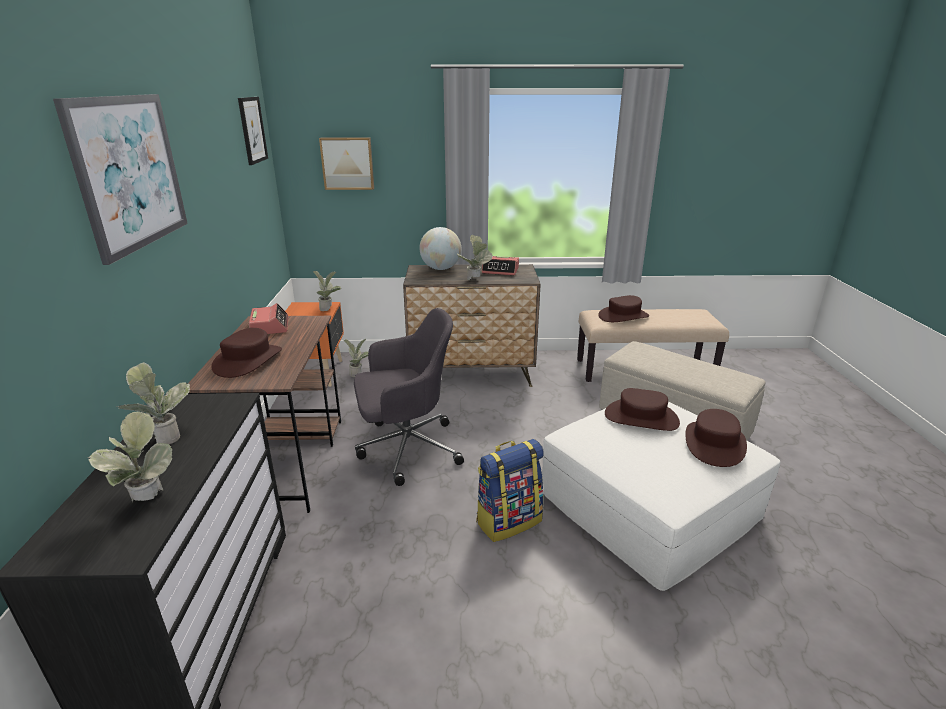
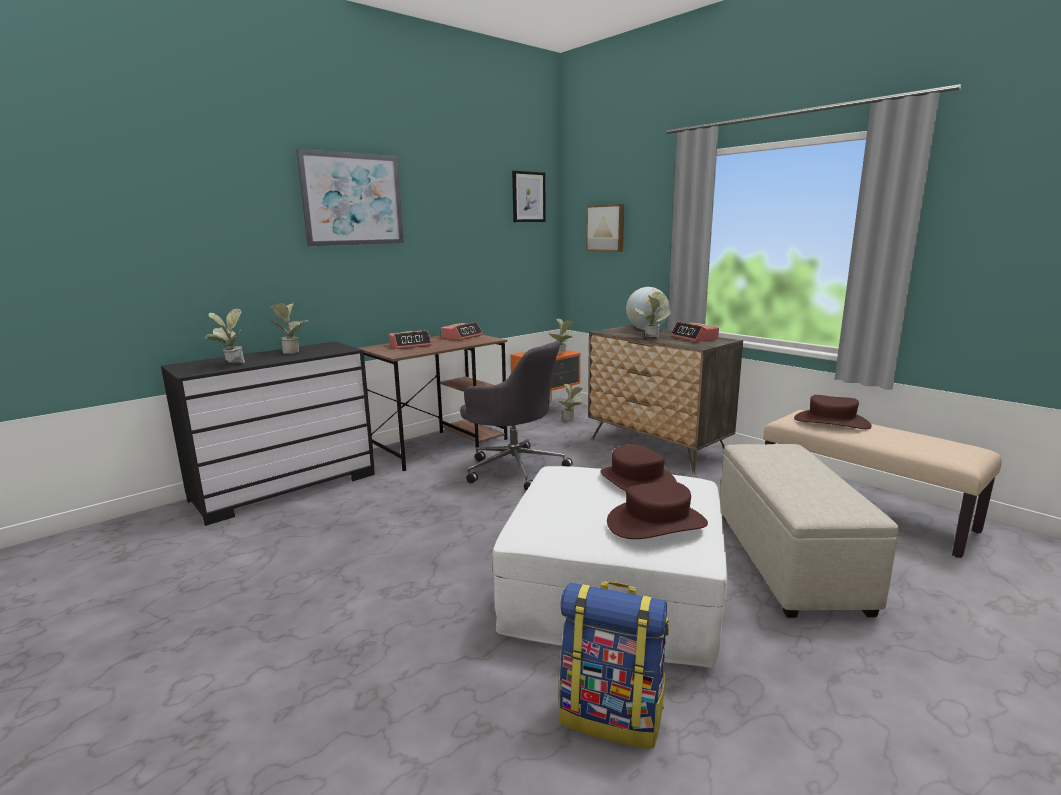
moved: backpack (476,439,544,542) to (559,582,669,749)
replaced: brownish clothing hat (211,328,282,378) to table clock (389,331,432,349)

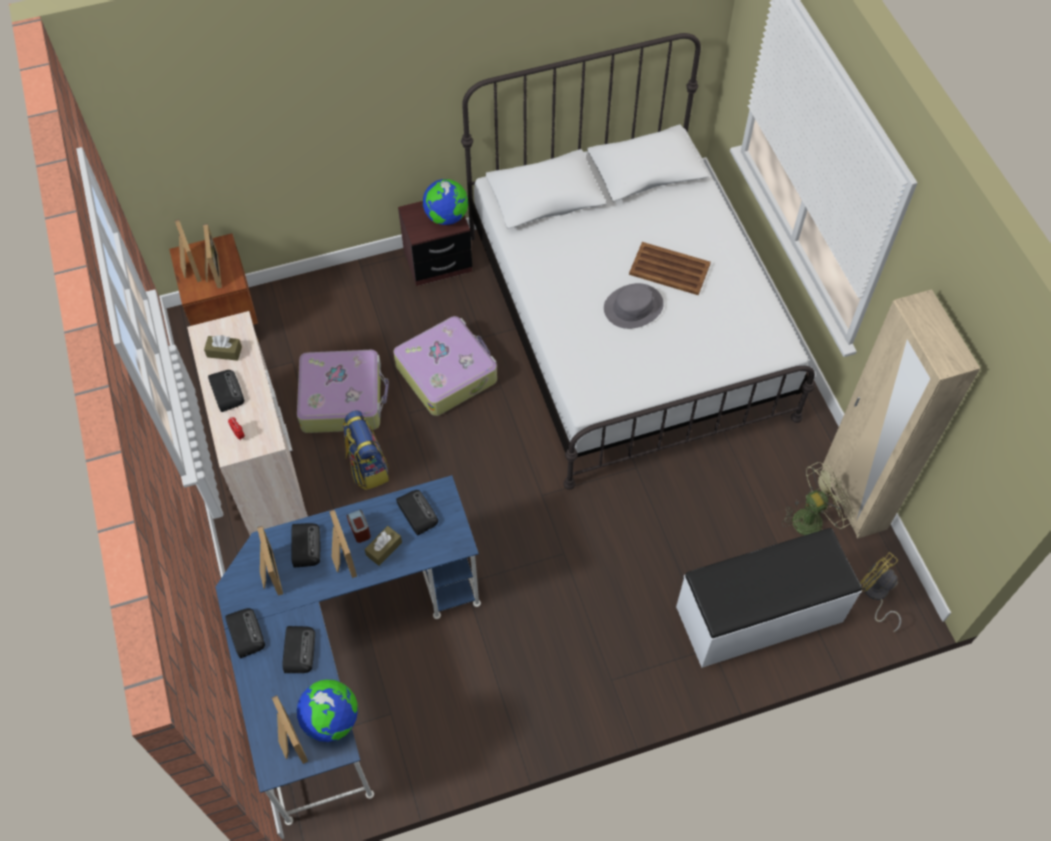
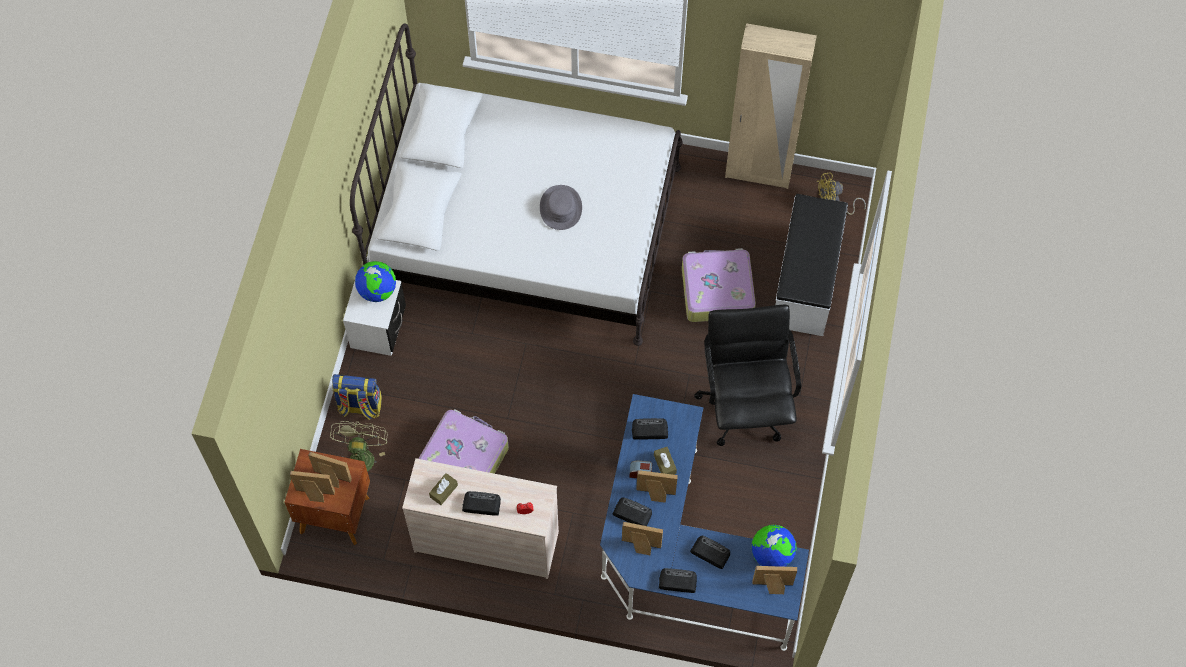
removed: brownish tray (629,242,711,295)
added: blackish computer chair (694,305,801,446)
moved: travel case (393,316,497,416) to (682,248,756,322); backpack (343,410,389,490) to (332,374,382,420); greenish electric fan (782,462,855,535) to (330,421,388,471)
recoloured: brownish bedside table (398,201,472,286) to white bedside table (343,280,406,356)

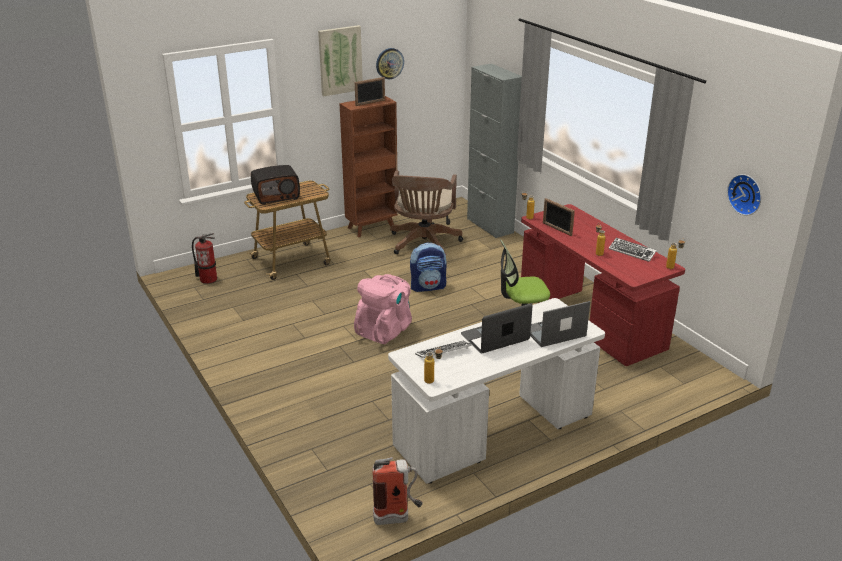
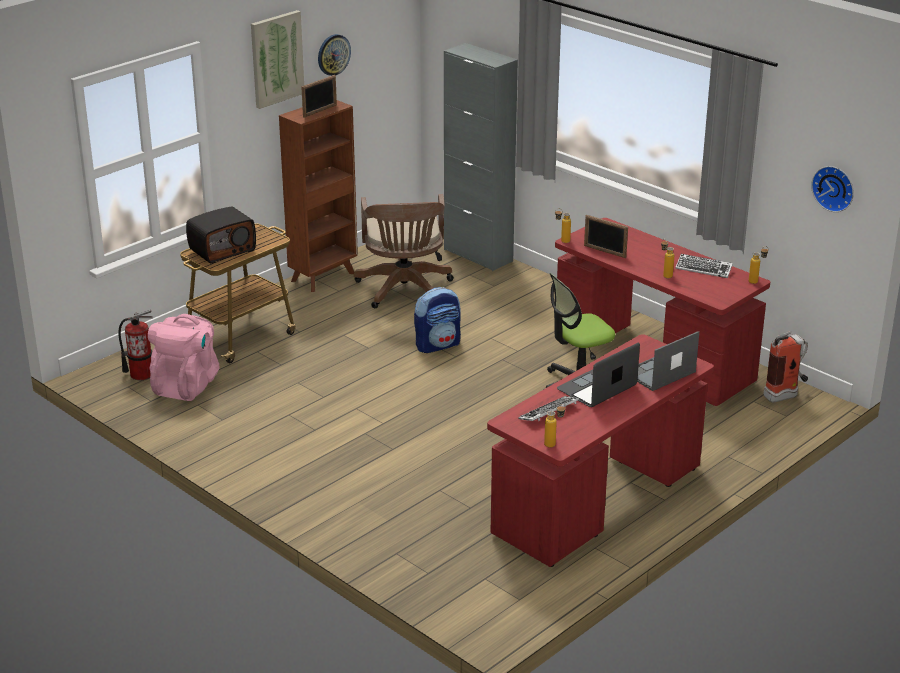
moved: pink backpack (354,274,412,344) to (148,314,220,401); extinguisher (372,457,423,525) to (763,331,808,403)
recoloured: white desk (388,298,605,484) to red-coloured desk (487,334,714,567)

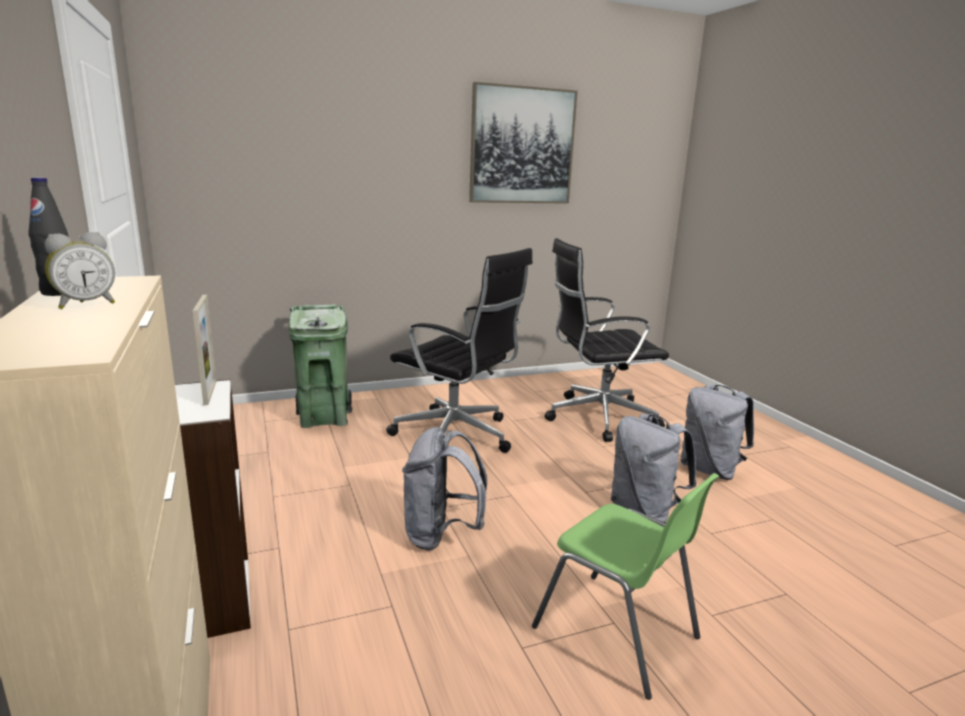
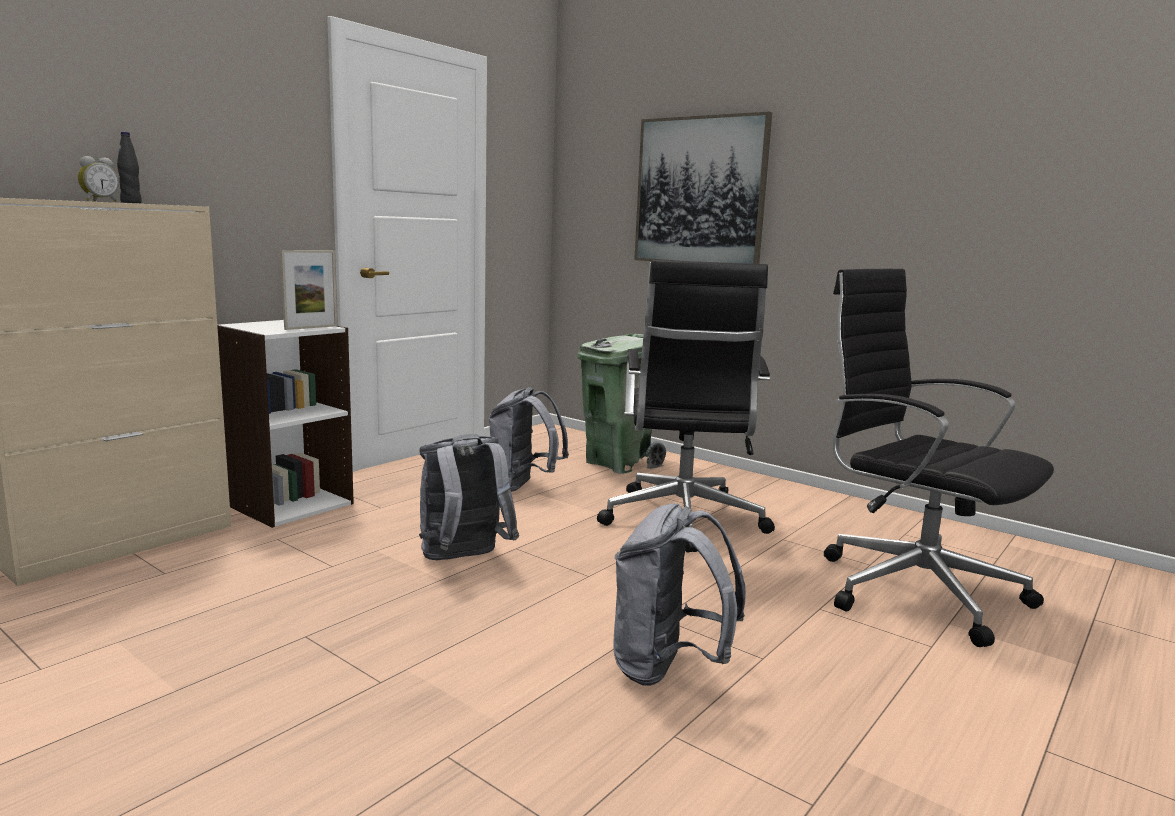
removed: greenish chair (532,473,719,700)
moved: picture (469,82,578,204) to (634,112,772,264); grey backpack (680,385,754,480) to (488,387,569,492)
turned: table clock (44,232,115,309) = (78,156,119,202) 75 degrees counterclockwise

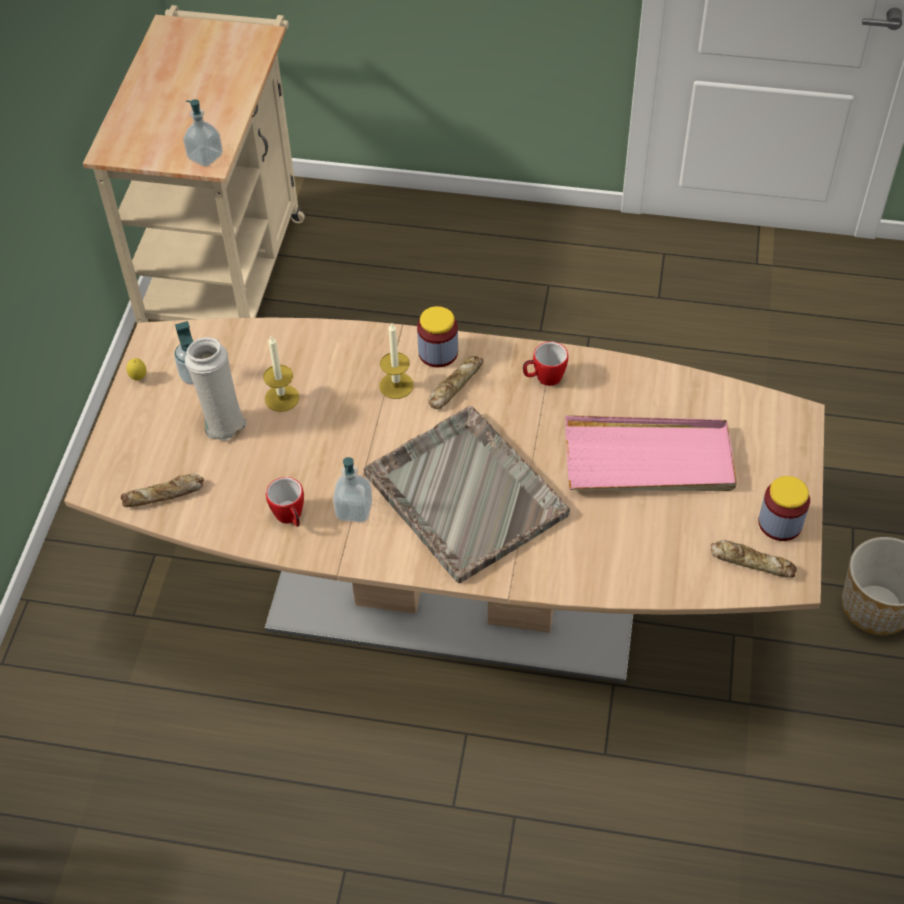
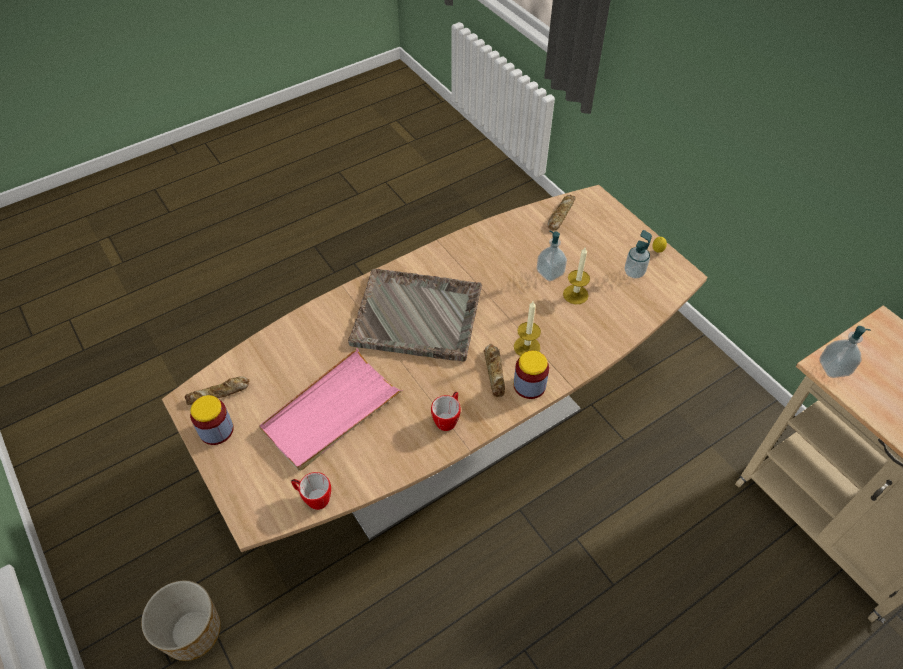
removed: white decorative vase (185,337,246,441)
moved: liquid soap bottle (333,457,373,523) to (537,231,567,281); coffee mug (266,477,304,527) to (291,472,331,510)

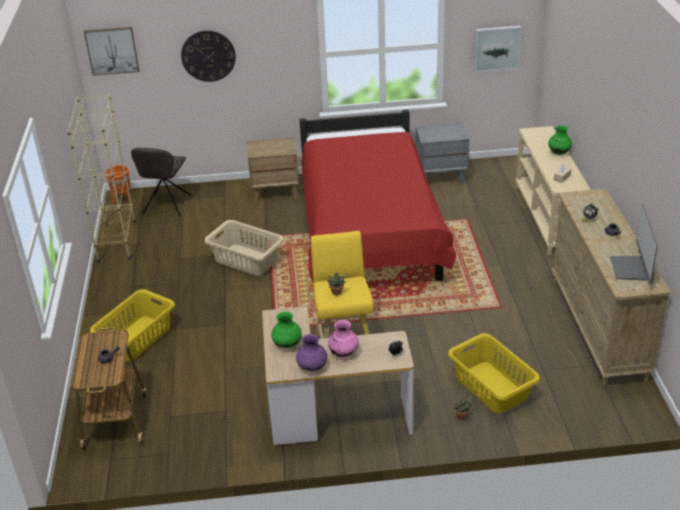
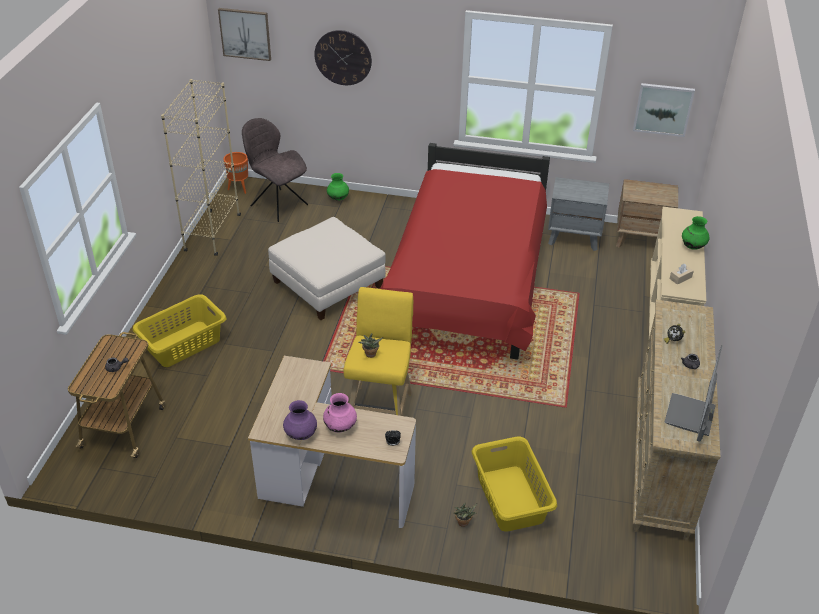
moved: brownish bedside table (247,137,299,202) to (616,179,678,248); greenish decorative vase (271,312,302,348) to (327,173,349,201)
replaced: beige-coloured washing basket (205,220,284,276) to white pouffe (268,217,386,320)
turned: grey chair (131,148,191,216) = (242,118,308,222) 105 degrees clockwise

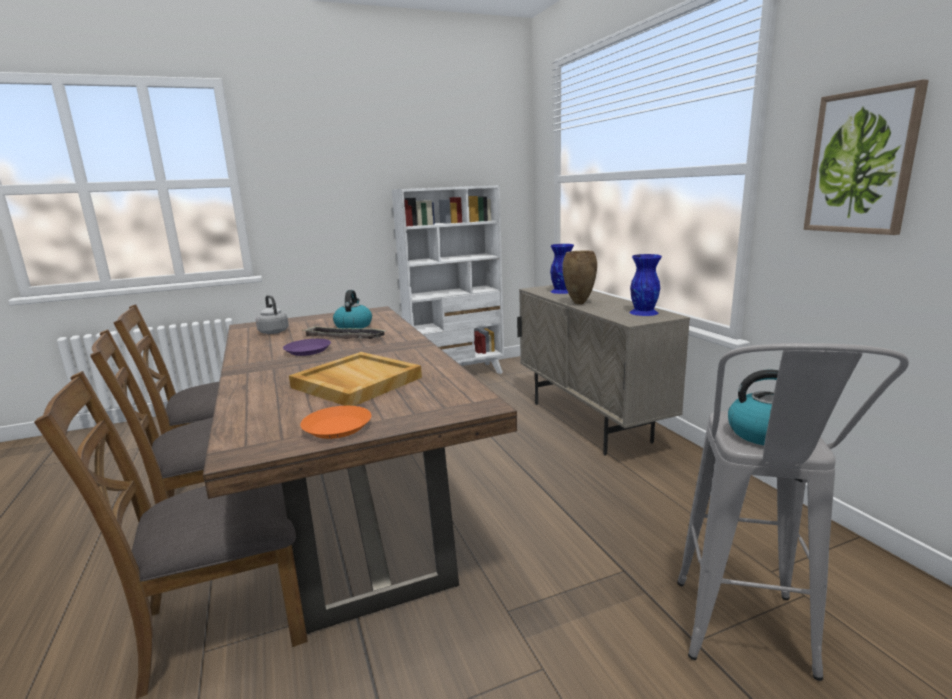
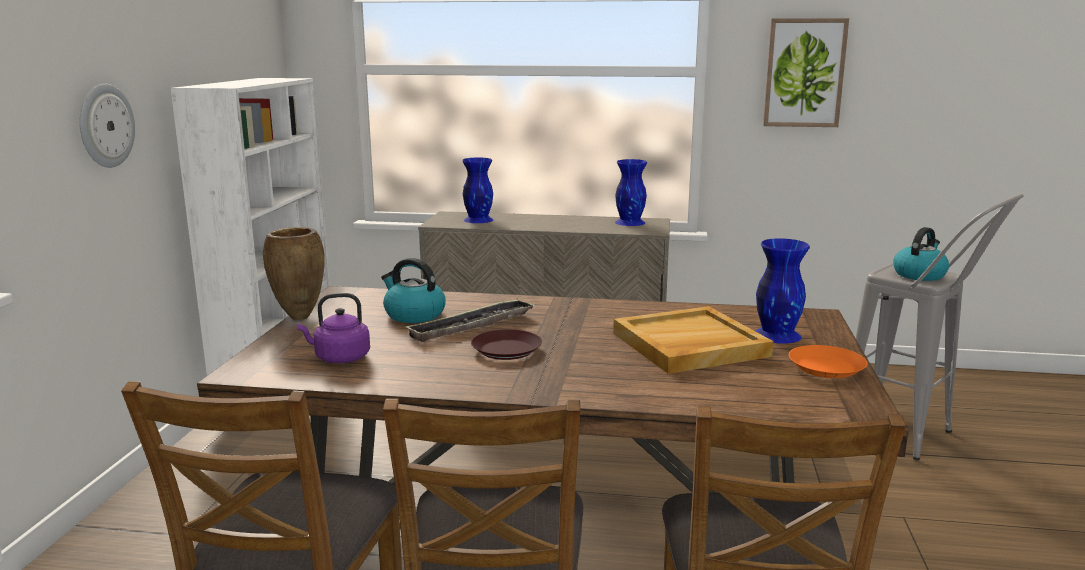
added: clock on the wall (80,84,135,168); bluish decorative vase (755,238,810,344)
moved: brownish decorative vase (562,251,597,304) to (263,227,325,320)
recoloured: grey tea kettle (256,295,289,334) to purple-coloured tea kettle (297,293,370,363); purple-coloured flat dish (283,339,331,356) to brownish flat dish (471,329,542,360)

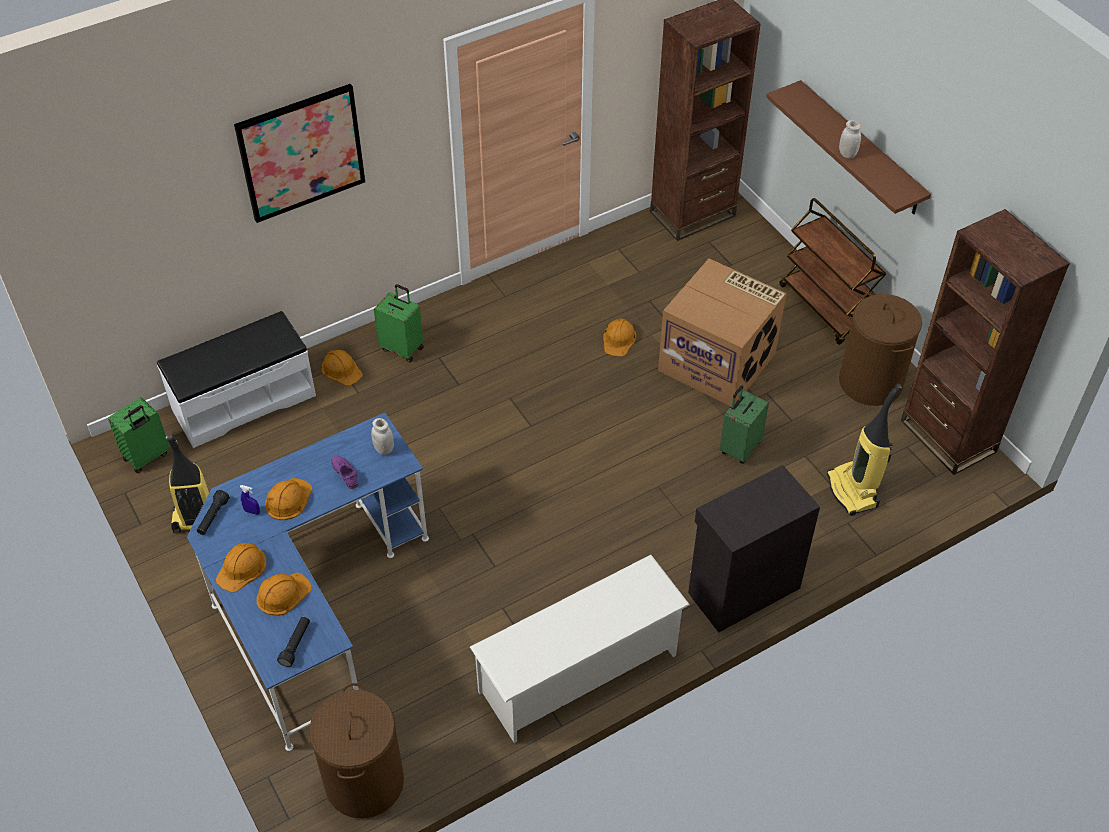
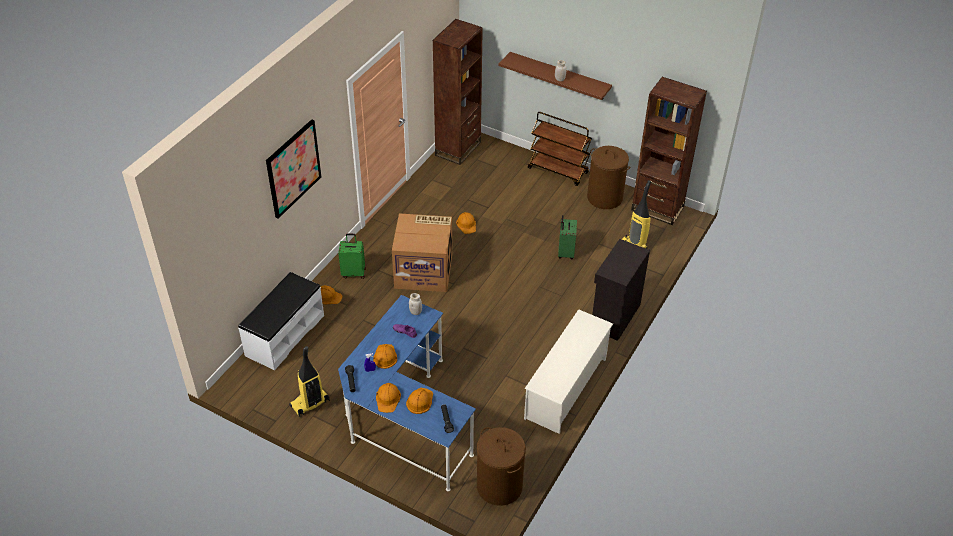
removed: greenish travel case (108,397,169,473)
moved: cardboard box (658,259,786,407) to (392,213,452,292)

